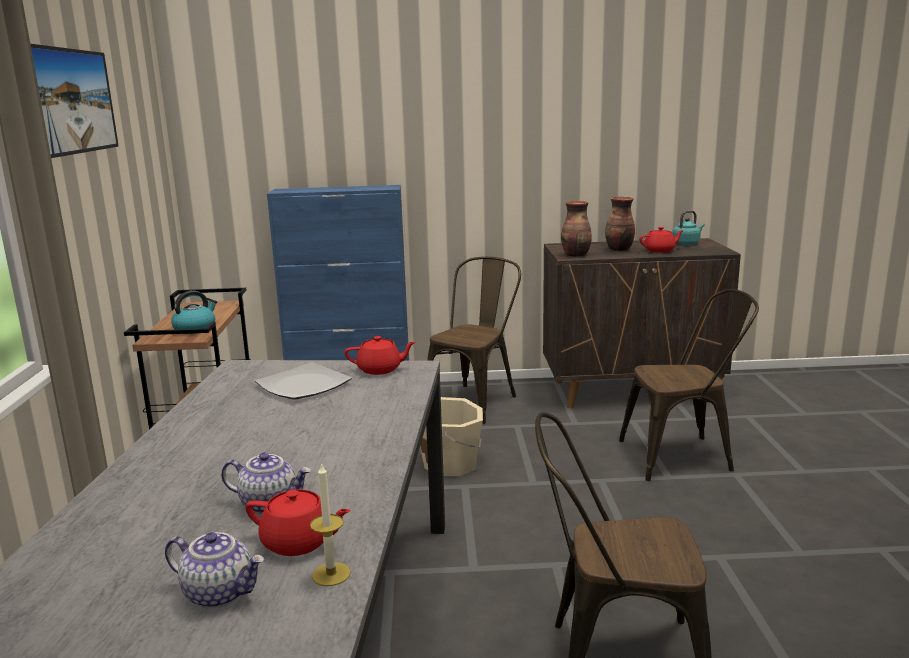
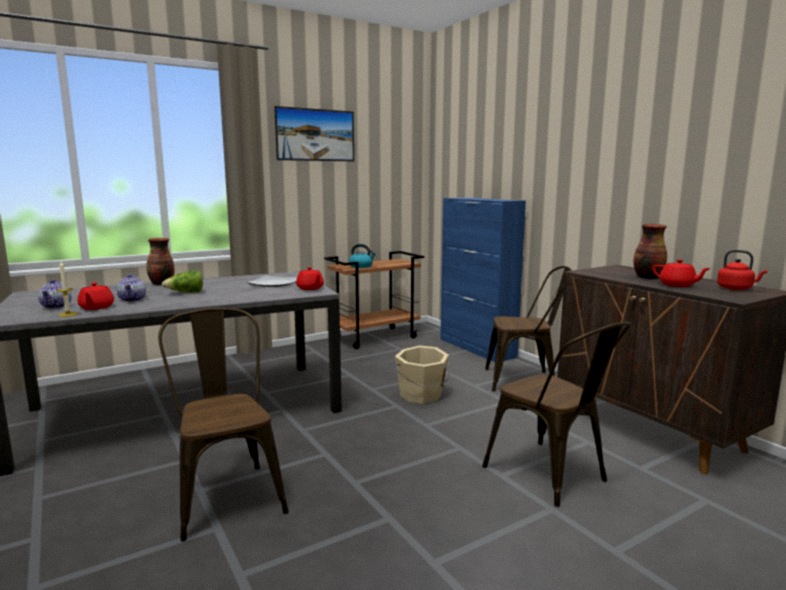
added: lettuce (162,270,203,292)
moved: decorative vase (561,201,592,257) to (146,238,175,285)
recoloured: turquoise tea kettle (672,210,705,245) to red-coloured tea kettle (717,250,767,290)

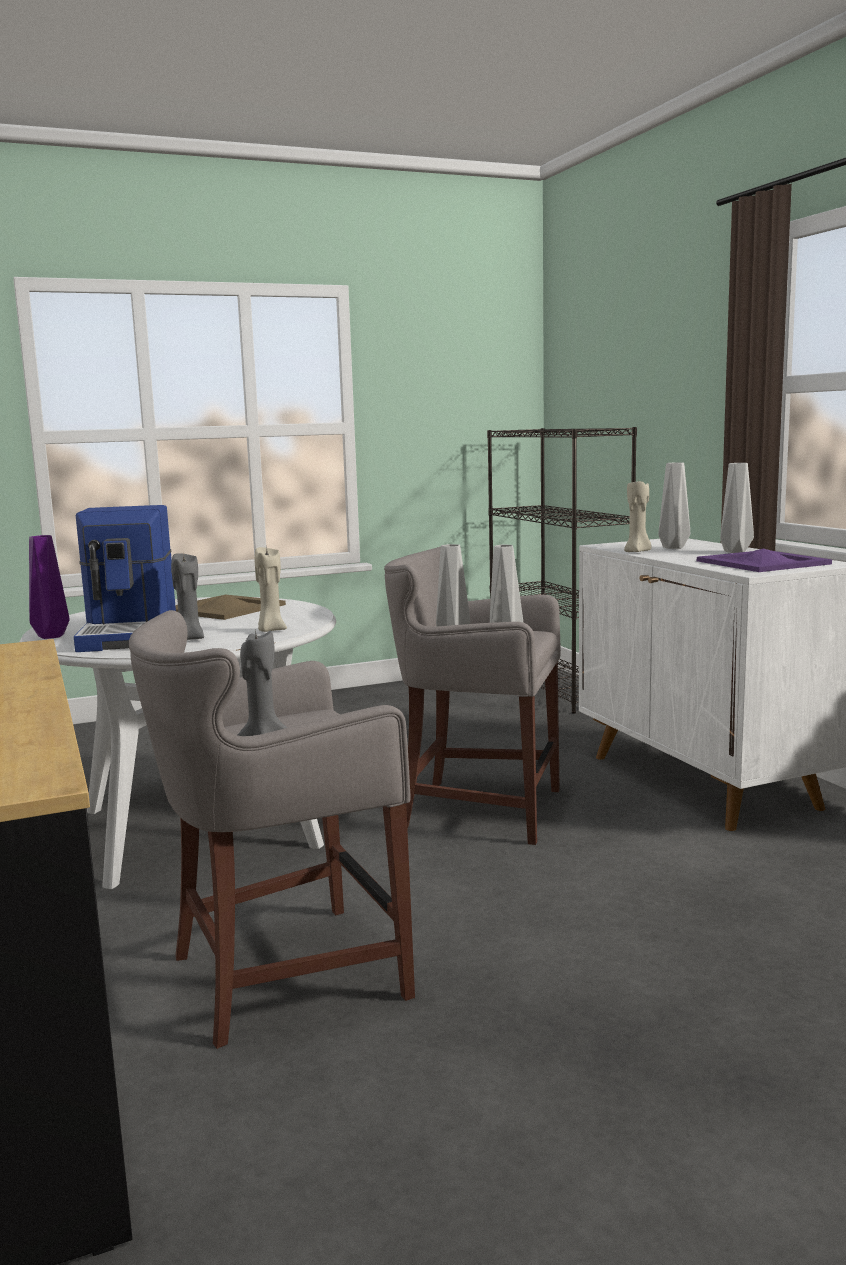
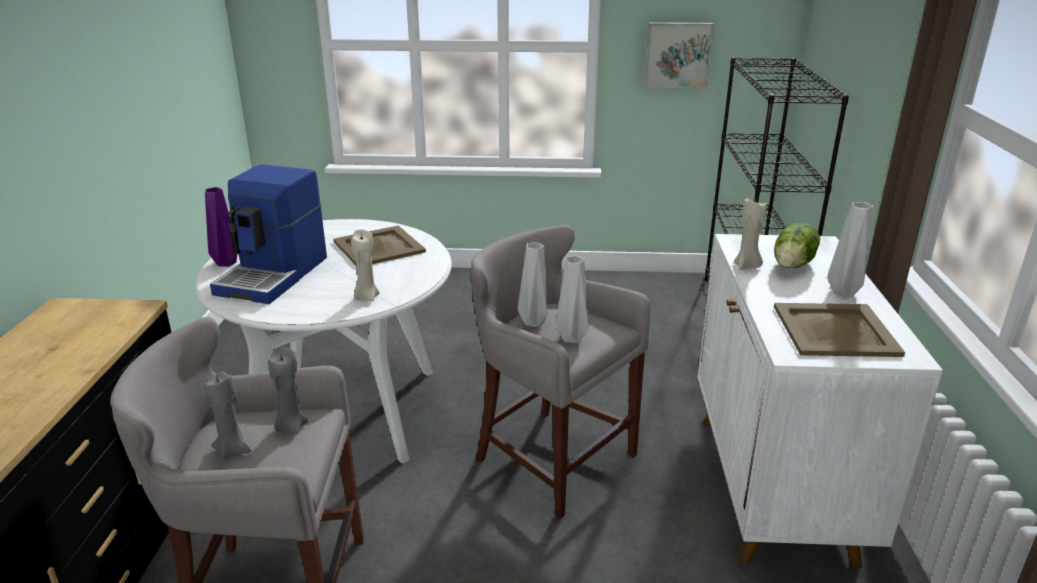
added: picture (644,22,714,88)
moved: grey candle (171,551,204,640) to (268,347,308,435)
replaced: grey decorative vase (658,462,690,549) to lettuce (774,223,820,268)
recoloured: purple-coloured tray (697,549,832,572) to beige-coloured tray (774,303,905,357)

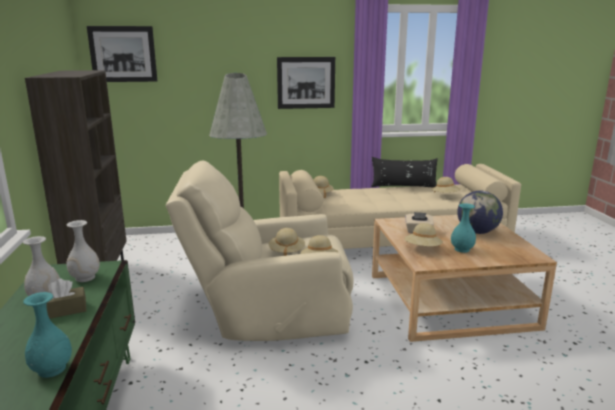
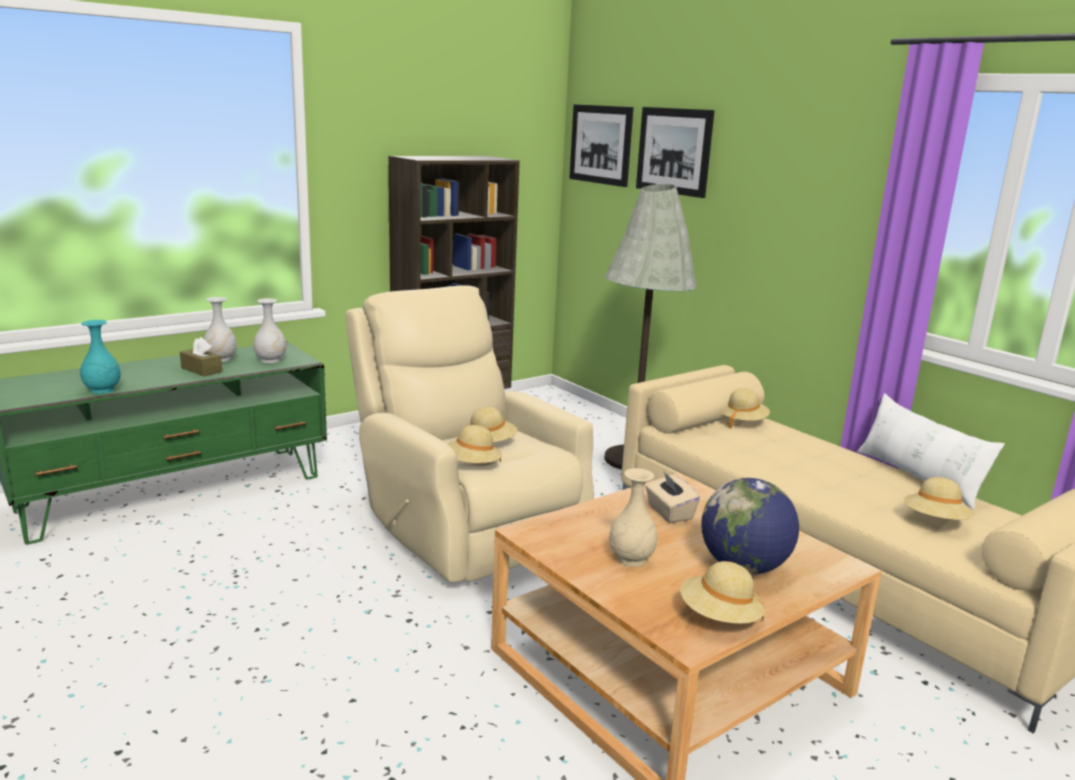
moved: picture (277,57,335,109) to (636,107,714,198); beige-coloured clothing hat (405,223,443,246) to (680,561,765,624)
recoloured: blackish cushion (371,157,438,188) to white cushion (857,393,1005,509); turquoise decorative vase (451,203,476,253) to beige-coloured decorative vase (609,468,658,567)

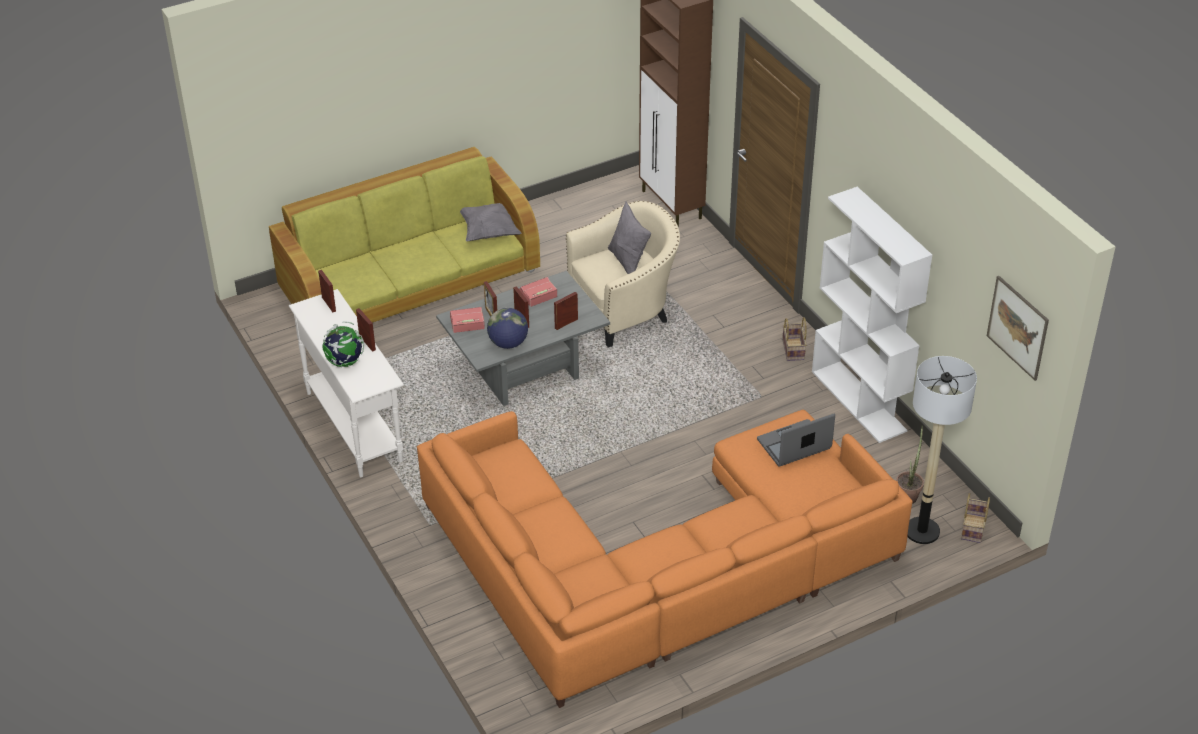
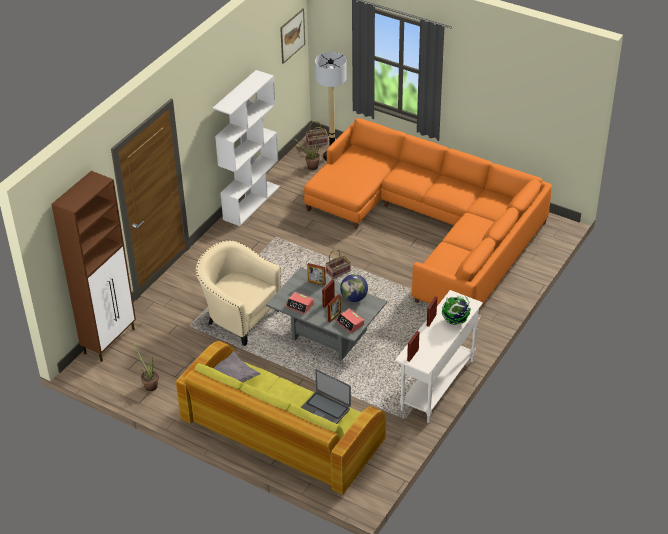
removed: grey cushion (608,202,651,274)
added: plant in a pot (132,343,159,391)
moved: basket (782,317,807,361) to (325,249,351,279); laptop (757,414,835,467) to (301,369,351,424)

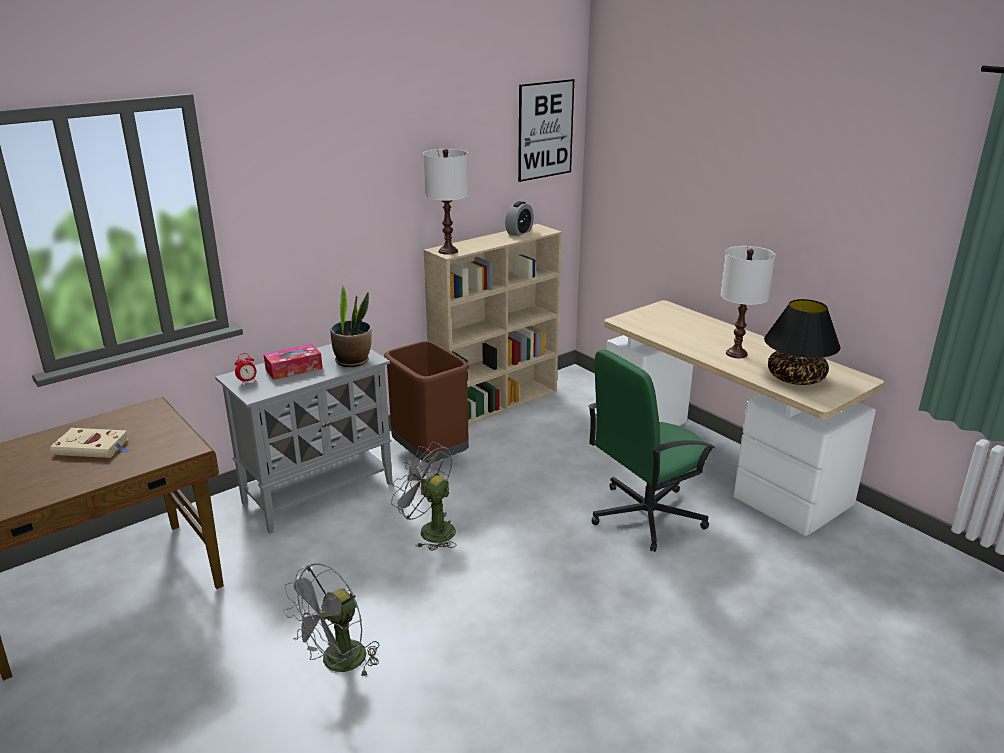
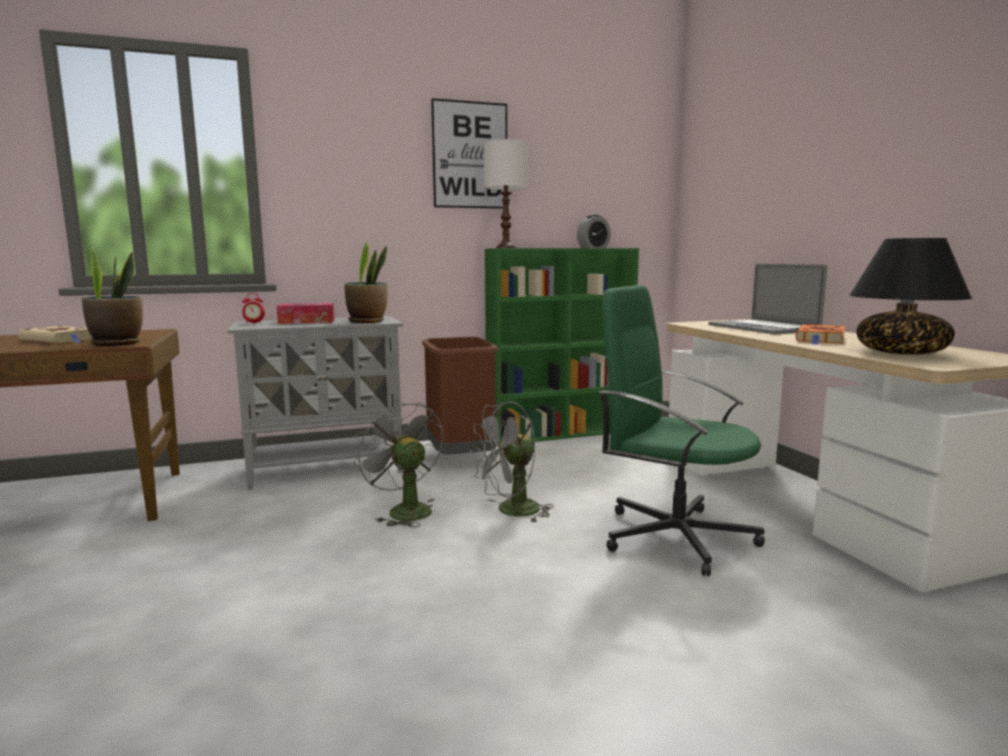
added: plant in a pot (82,246,143,346); laptop (708,264,827,334)
moved: picture (518,79,574,182) to (431,98,507,209); grey electric fan (284,563,379,676) to (470,401,554,522)
replaced: white lamp for a table (720,246,775,358) to orange book (796,324,845,345)
recoloured: beige-coloured bookshelf (424,224,562,425) to greenish bookshelf (485,248,639,445)
turned: greenish computer chair (588,349,715,552) = (599,285,765,576) 45 degrees clockwise

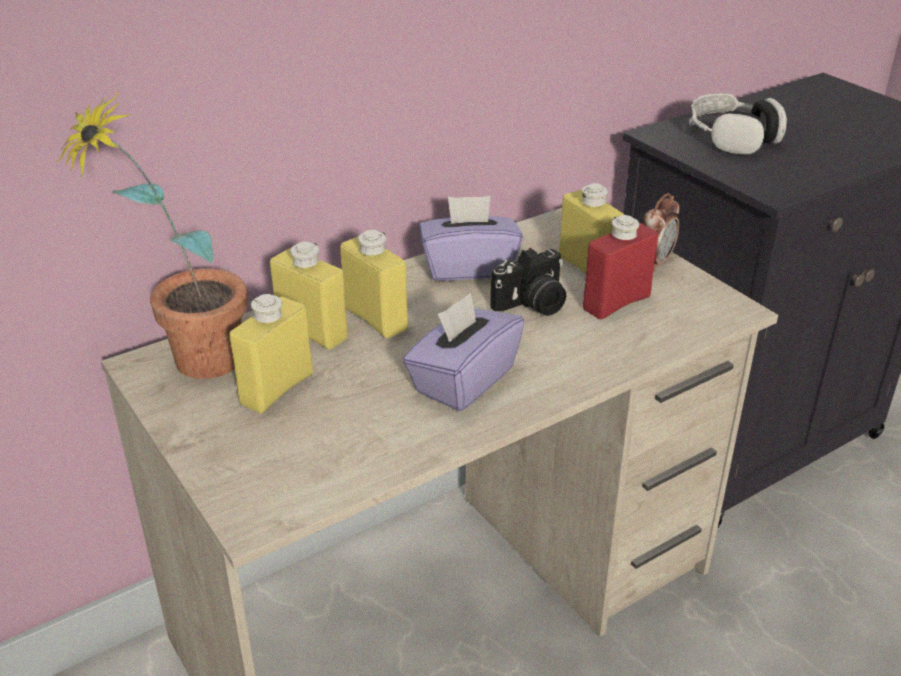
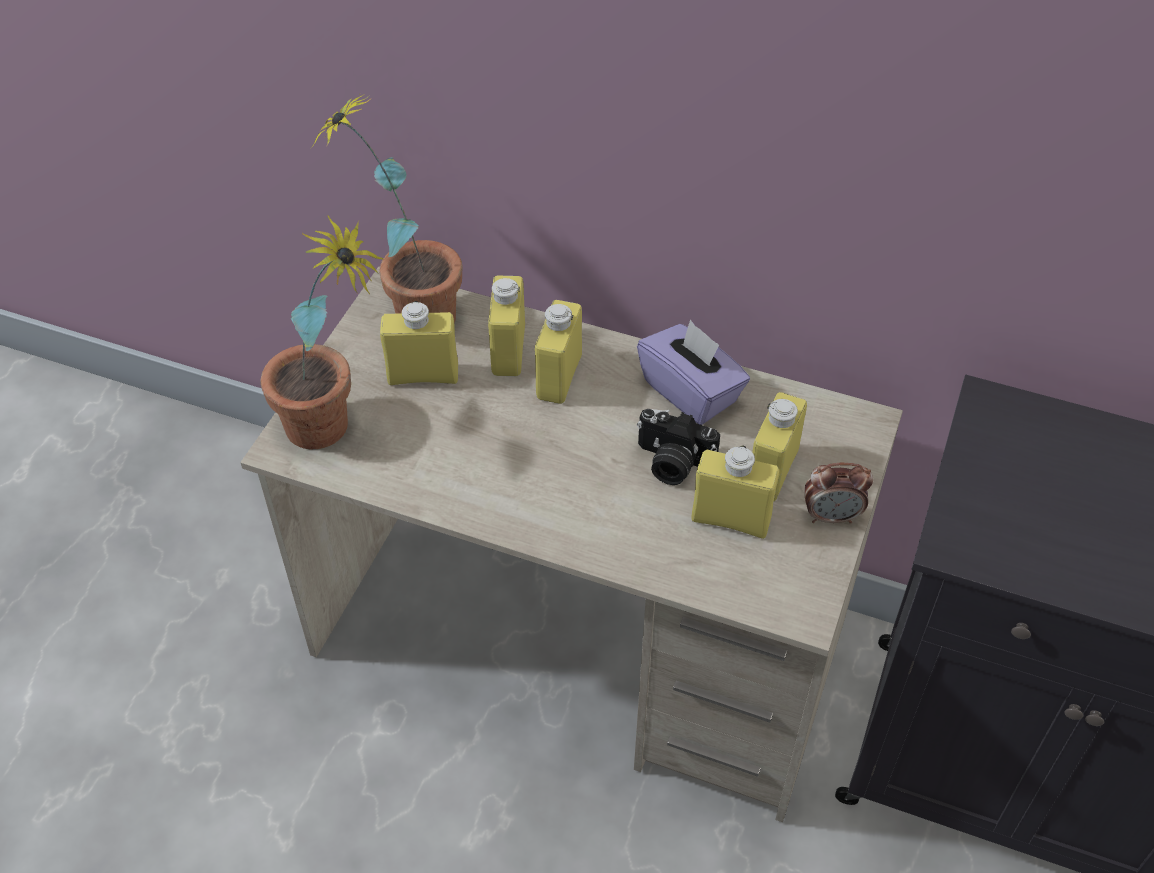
removed: headphones (689,93,787,154); purple-coloured tissue holder (403,292,525,411)
added: plant in a pot (260,215,384,449)
recoloured: red-coloured drink bottle (583,215,658,319) to yellowish drink bottle (691,445,779,539)

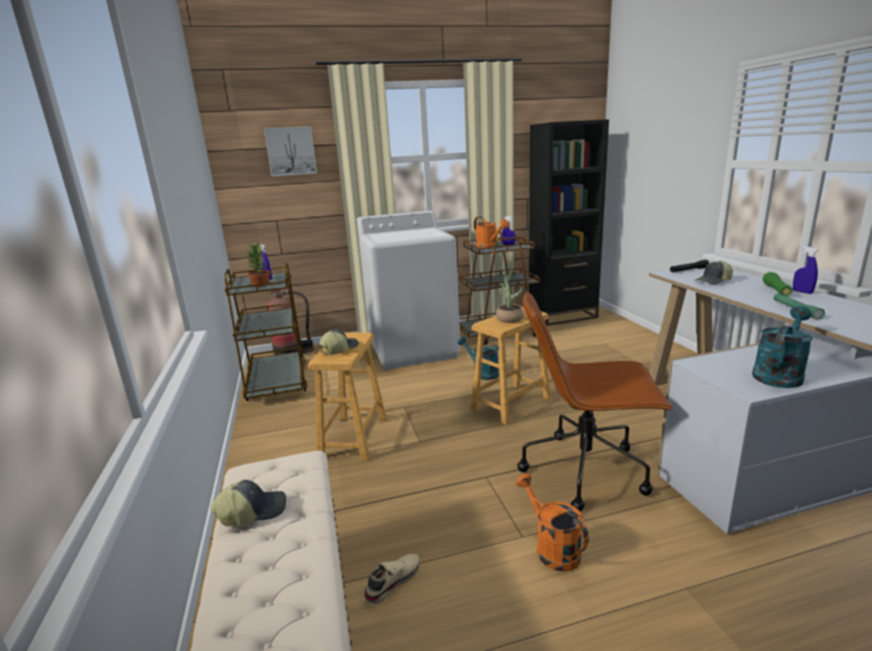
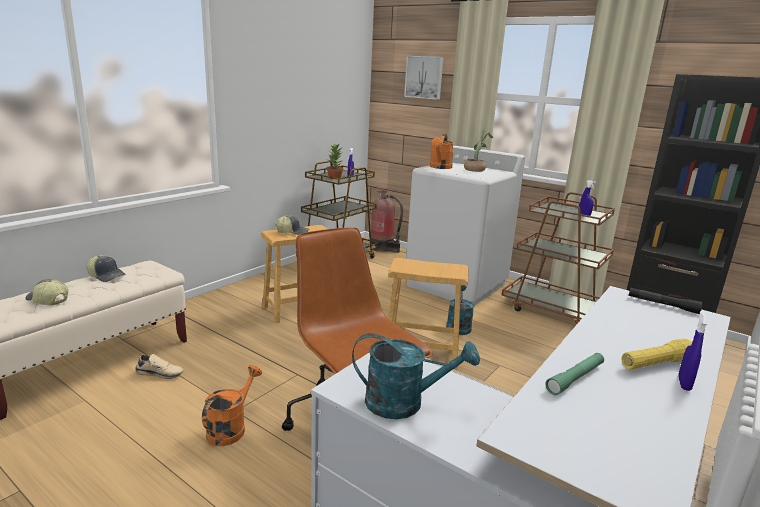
moved: orange watering pot (474,216,509,248) to (430,134,454,169); cap (695,261,733,284) to (25,279,68,306); plant in a pot (495,269,525,323) to (464,130,493,172)
recoloured: greenish hand torch (763,272,793,296) to yellowish hand torch (621,339,692,369)

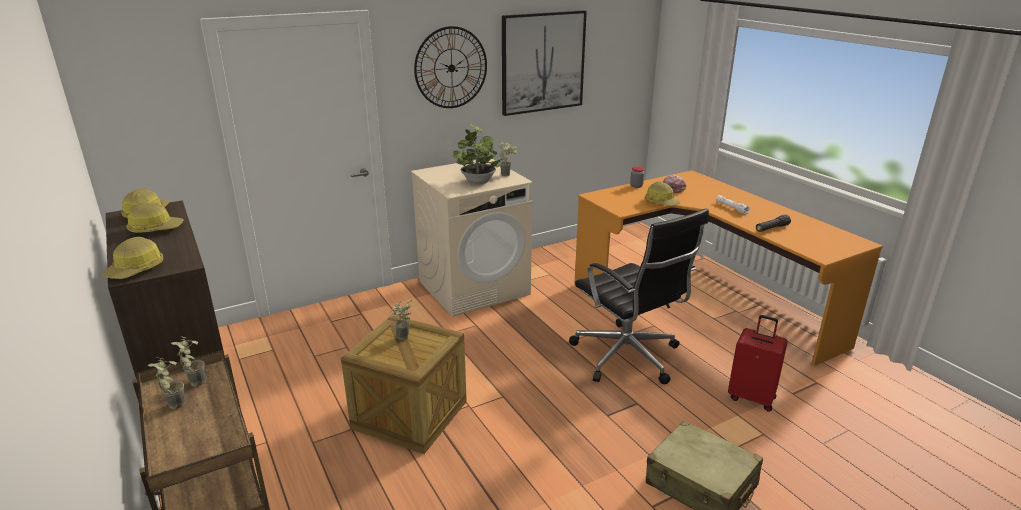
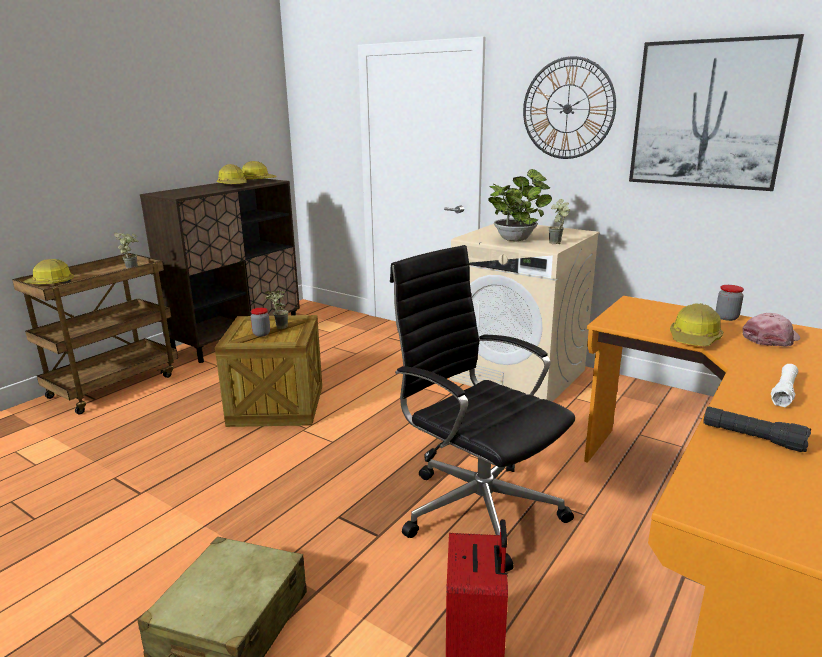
removed: plant in a pot (148,357,186,409)
added: jar (251,308,270,337)
moved: safety helmet (103,237,163,279) to (23,259,74,284)
turned: blackish computer chair (569,208,709,384) = (390,245,575,572) 105 degrees clockwise

